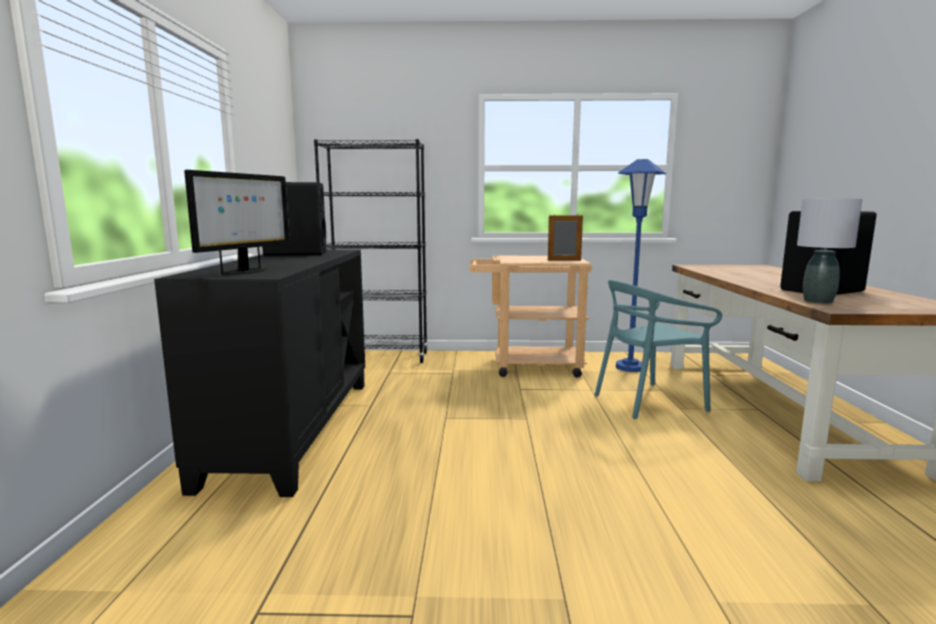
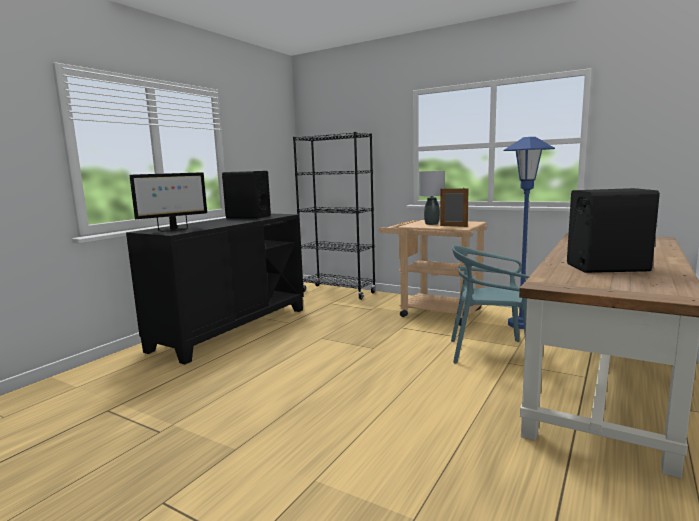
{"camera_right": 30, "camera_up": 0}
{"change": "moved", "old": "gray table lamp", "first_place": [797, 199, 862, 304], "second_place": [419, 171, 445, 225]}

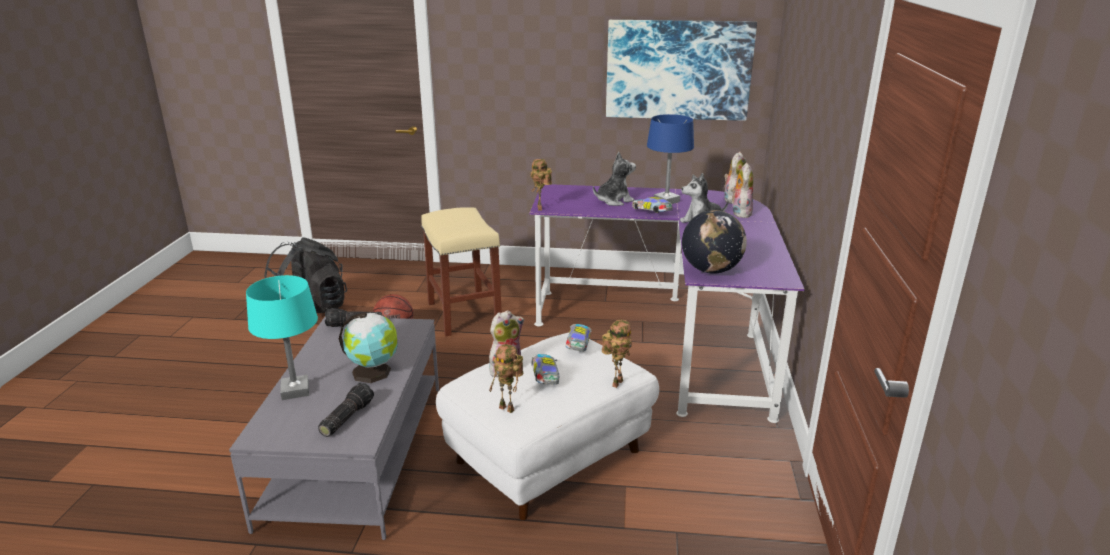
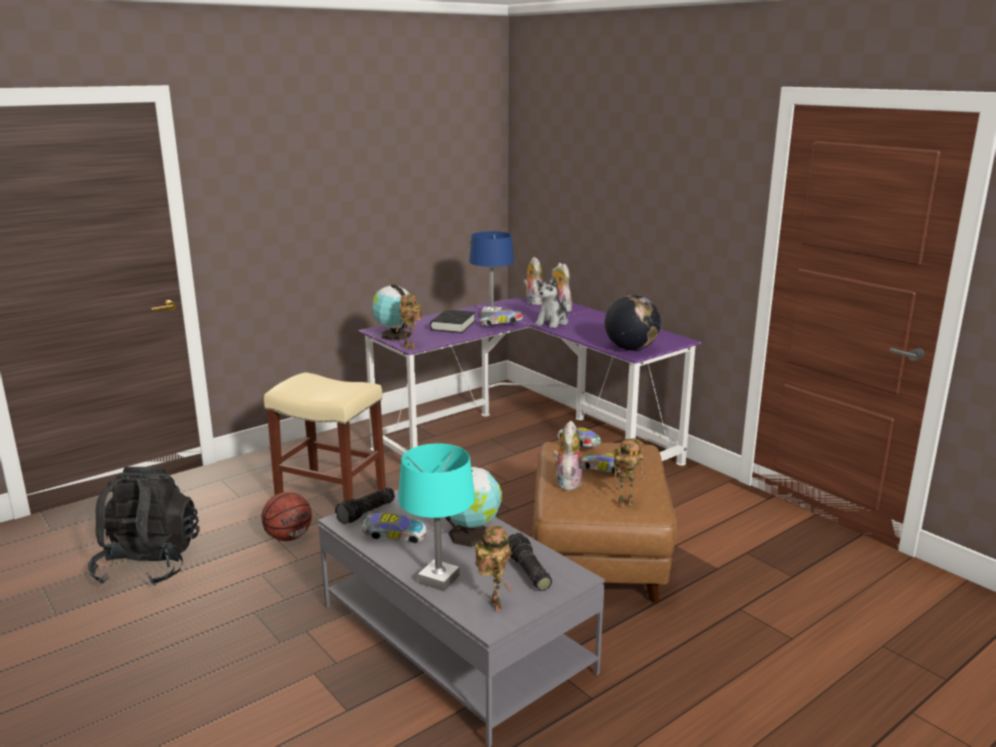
{"camera_right": -45, "camera_up": -5}
{"change": "recoloured", "old": "white-coloured pouffe", "new": "brown-coloured pouffe", "first_place": [436, 332, 659, 520], "second_place": [533, 442, 677, 603]}
{"change": "replaced", "old": "plush toy", "new": "black bound book", "first_place": [593, 152, 636, 206], "second_place": [430, 310, 475, 333]}
{"change": "moved", "old": "robot figure", "first_place": [602, 320, 632, 388], "second_place": [475, 525, 513, 611]}
{"change": "removed", "old": "wall art", "first_place": [606, 20, 757, 121]}
{"change": "added", "new": "miniature car", "second_place": [362, 513, 427, 543]}
{"change": "added", "new": "globe", "second_place": [372, 284, 411, 340]}

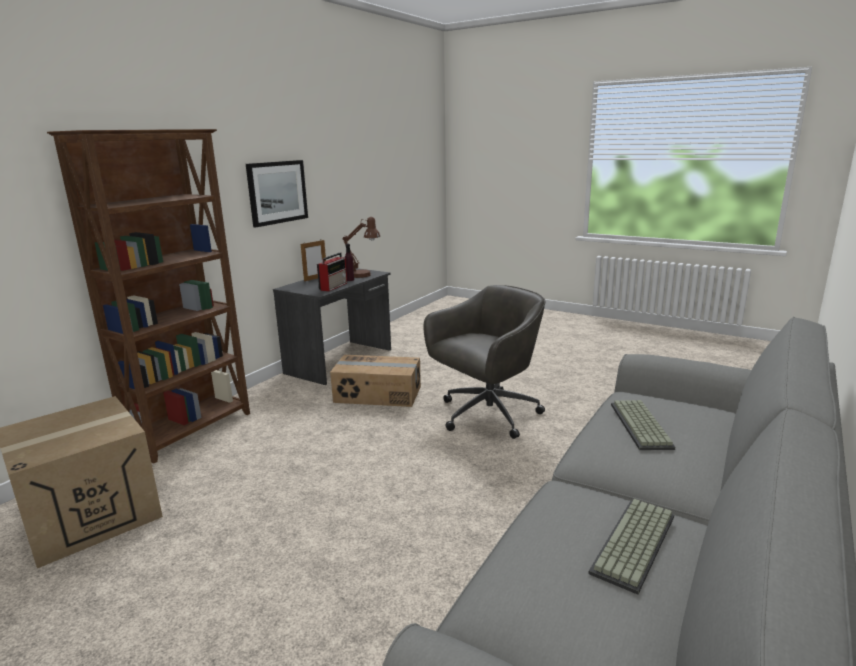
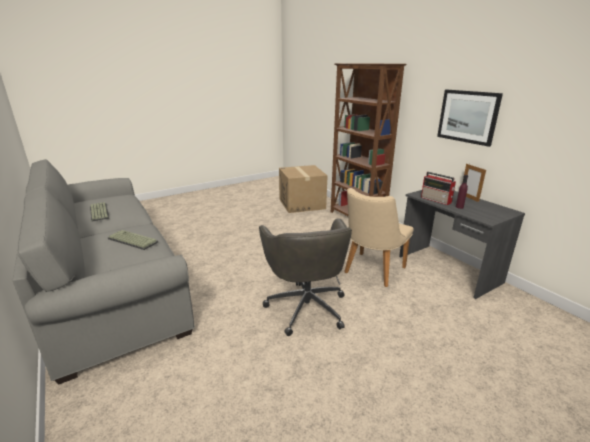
{"camera_right": 115, "camera_up": 5}
{"change": "replaced", "old": "cardboard box", "new": "beige-coloured upright chair", "first_place": [330, 355, 421, 407], "second_place": [344, 188, 414, 287]}
{"change": "removed", "old": "brown-coloured table lamp", "first_place": [343, 217, 380, 278]}

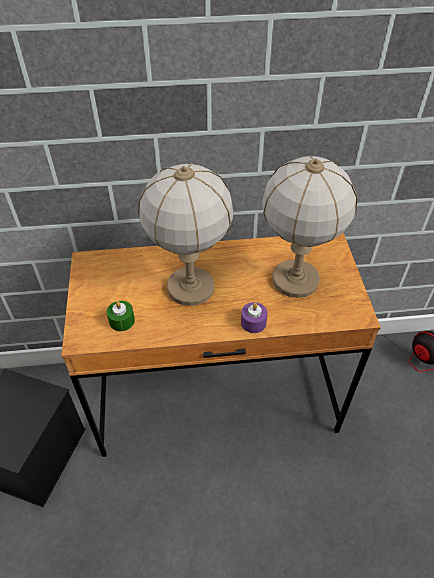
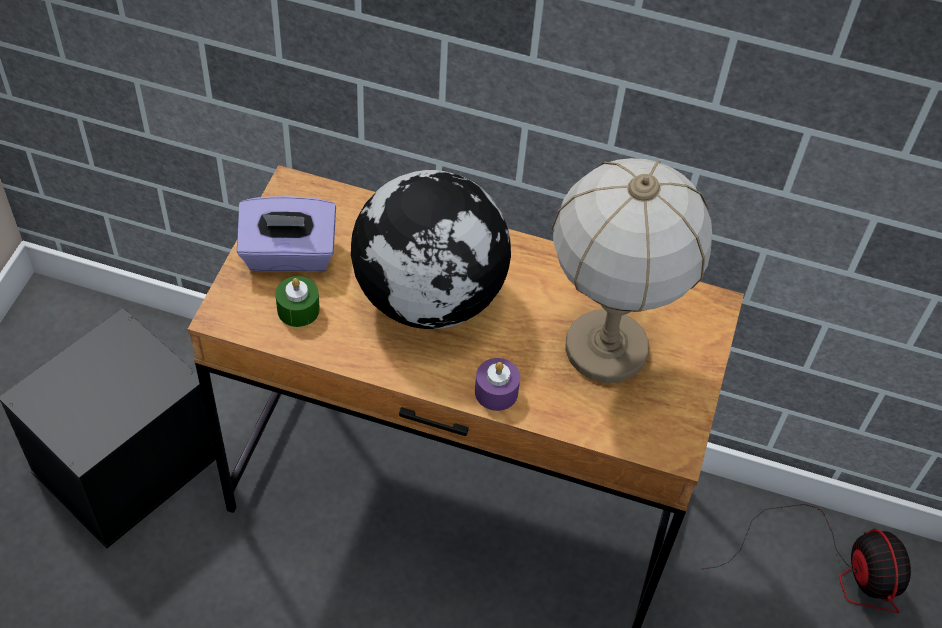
{"camera_right": 20, "camera_up": 5}
{"change": "replaced", "old": "table lamp", "new": "globe", "first_place": [138, 163, 233, 306], "second_place": [351, 170, 511, 329]}
{"change": "added", "new": "purplish tissue box", "second_place": [237, 196, 336, 272]}

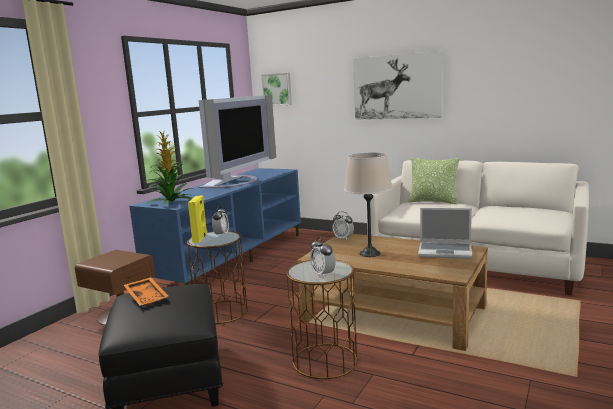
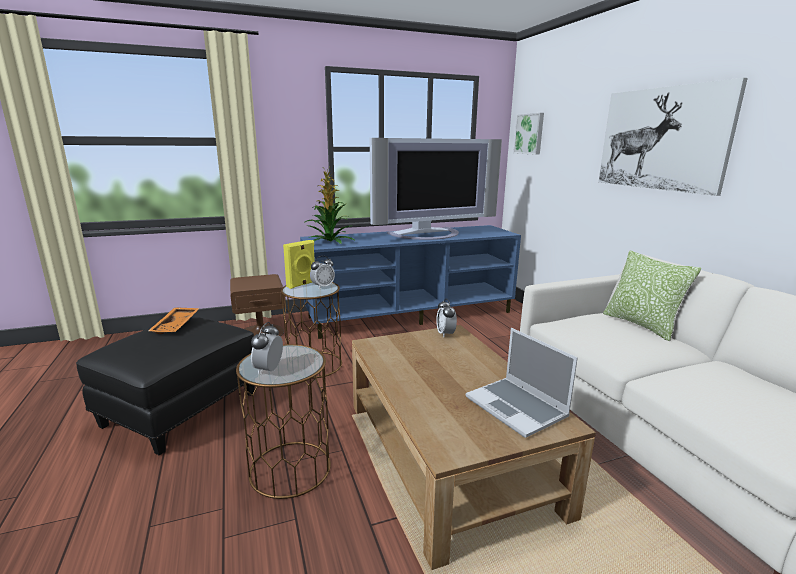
{"camera_right": 40, "camera_up": 5}
{"change": "removed", "old": "beige-coloured table lamp", "first_place": [344, 152, 393, 257]}

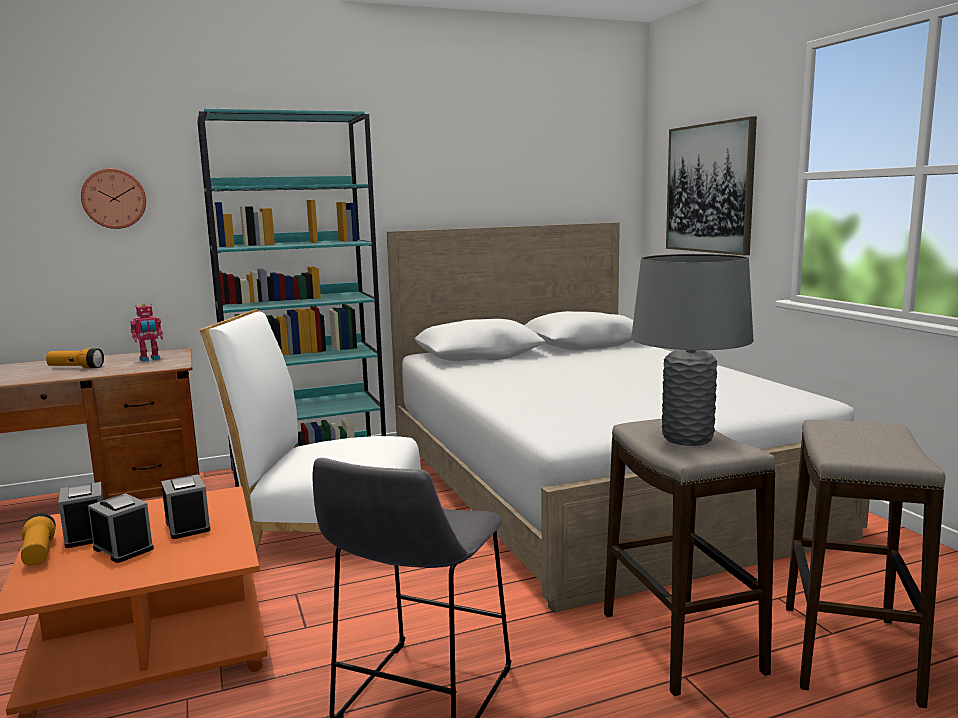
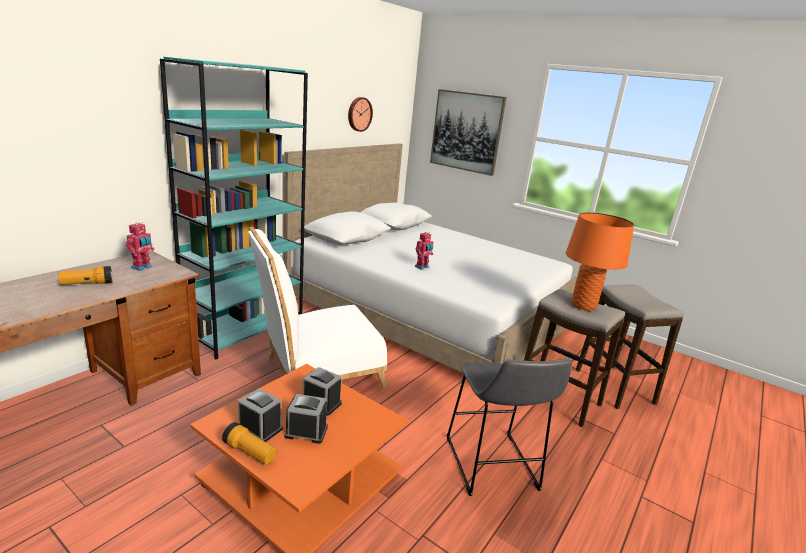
{"camera_right": -35, "camera_up": 10}
{"change": "moved", "old": "wall clock", "first_place": [81, 169, 146, 229], "second_place": [348, 97, 373, 132]}
{"change": "recoloured", "old": "gray table lamp", "new": "orangey table lamp", "first_place": [631, 254, 753, 446], "second_place": [566, 212, 634, 311]}
{"change": "added", "new": "robot figure", "second_place": [415, 232, 433, 270]}

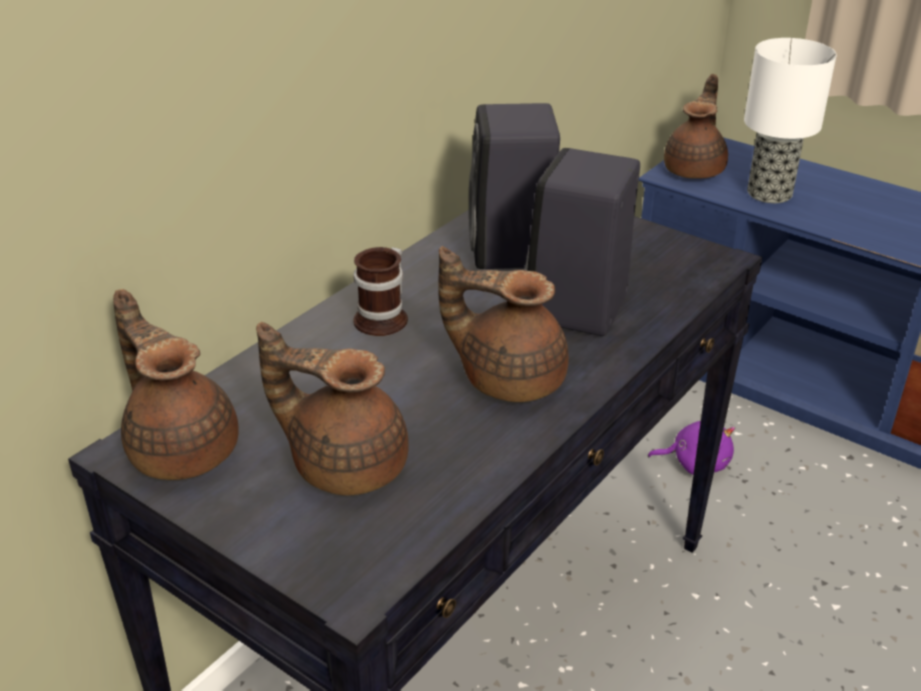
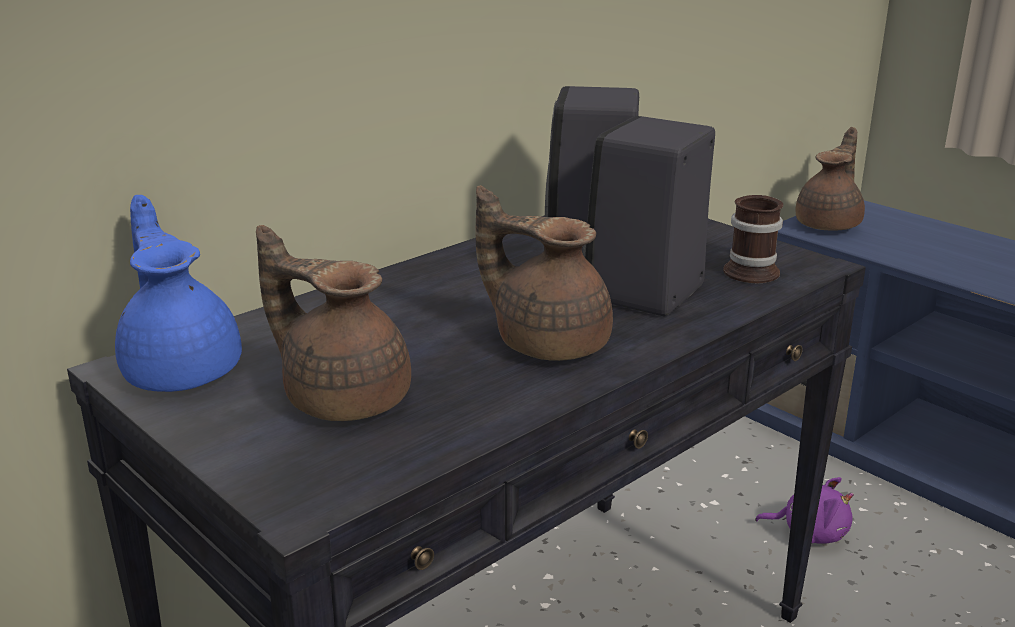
{"camera_right": 10, "camera_up": -10}
{"change": "recoloured", "old": "brown-coloured teapot", "new": "blue teapot", "first_place": [113, 289, 239, 480], "second_place": [115, 195, 242, 392]}
{"change": "moved", "old": "coffee mug", "first_place": [353, 247, 408, 336], "second_place": [723, 195, 783, 283]}
{"change": "removed", "old": "table lamp", "first_place": [744, 38, 837, 203]}

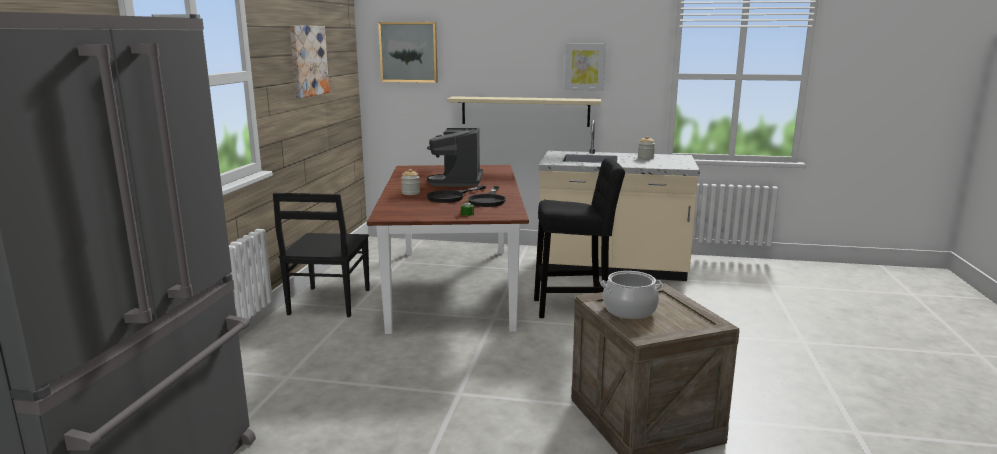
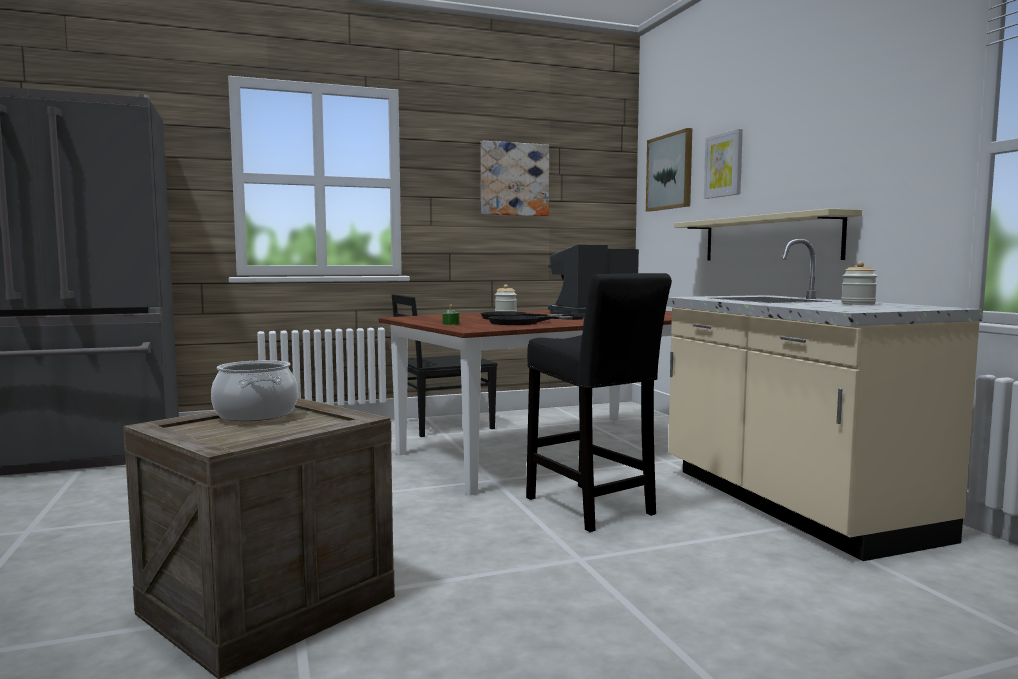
{"camera_right": 60, "camera_up": -10}
{"change": "moved", "old": "wall art", "first_place": [565, 44, 606, 91], "second_place": [704, 129, 743, 199]}

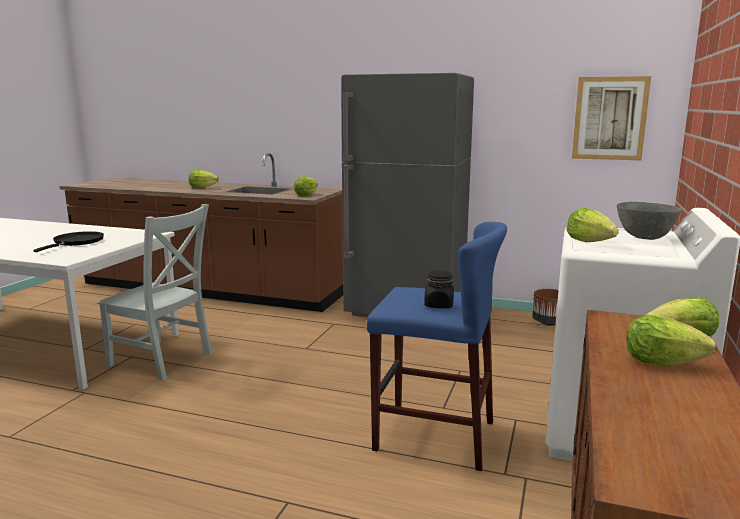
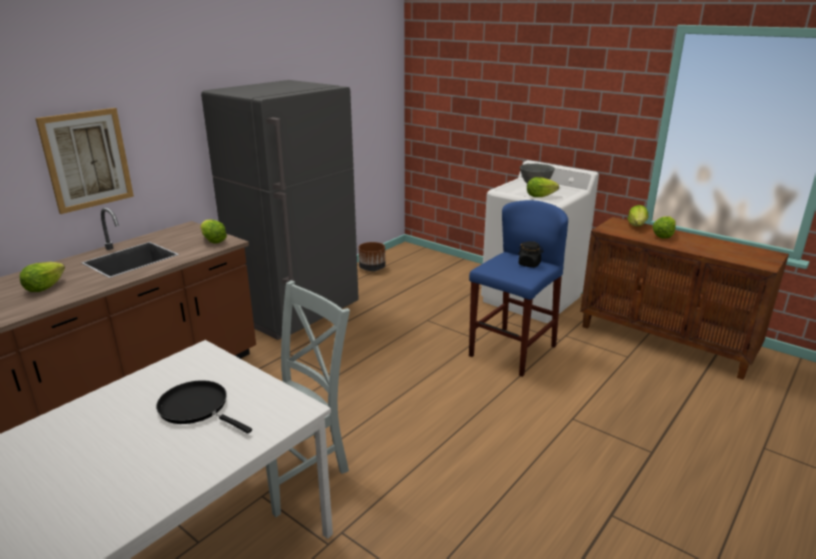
{"camera_right": -70, "camera_up": 10}
{"change": "moved", "old": "wall art", "first_place": [572, 76, 651, 160], "second_place": [35, 108, 134, 214]}

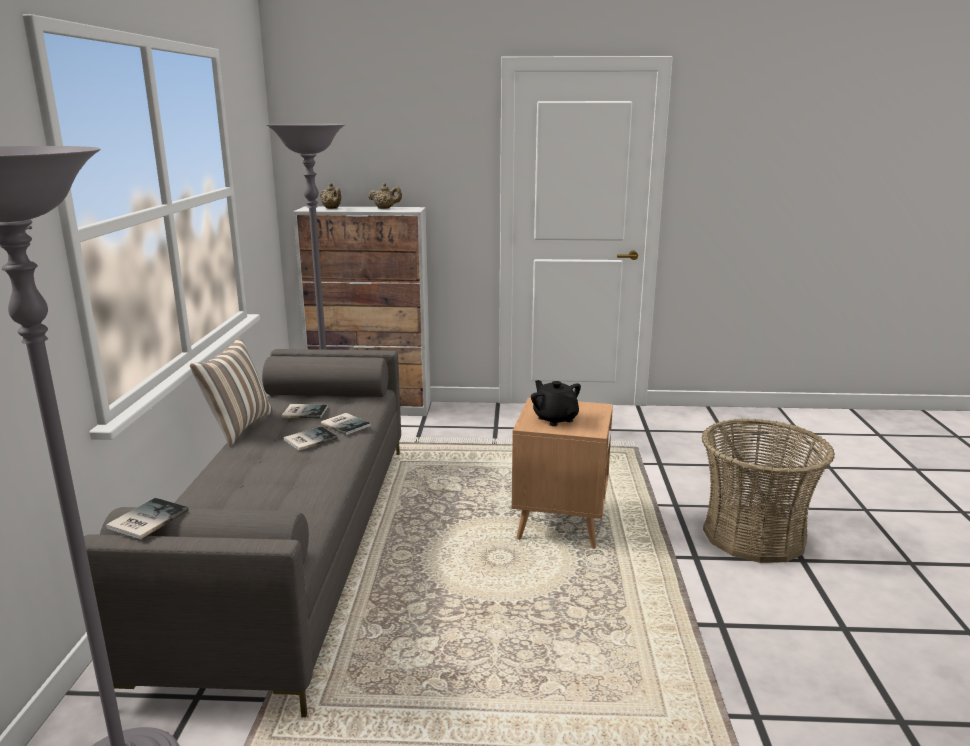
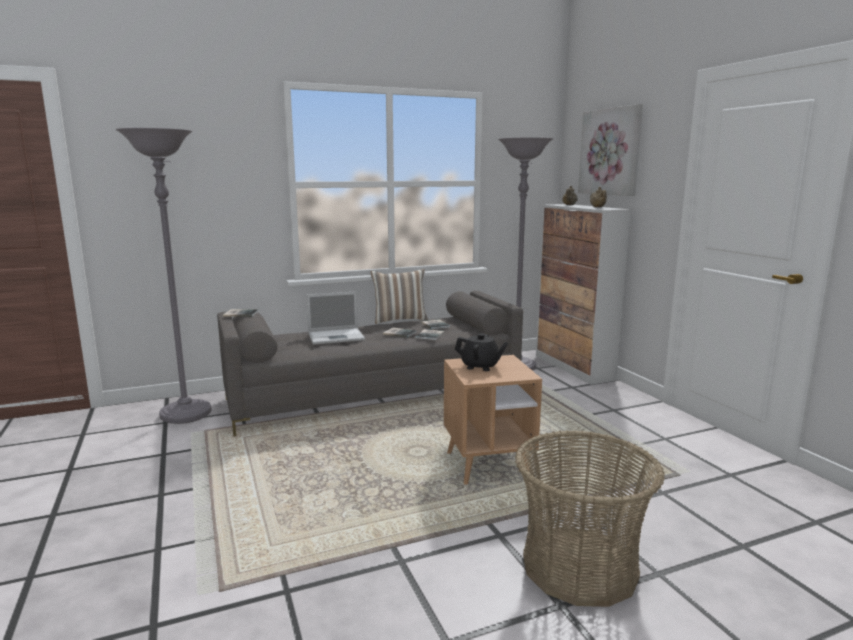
{"camera_right": 65, "camera_up": -5}
{"change": "turned", "old": "black teapot", "first_place": [531, 380, 581, 426], "second_place": [455, 334, 508, 371], "degrees": 75}
{"change": "added", "new": "notebook computer", "second_place": [306, 291, 365, 345]}
{"change": "added", "new": "wall art", "second_place": [578, 104, 643, 196]}

